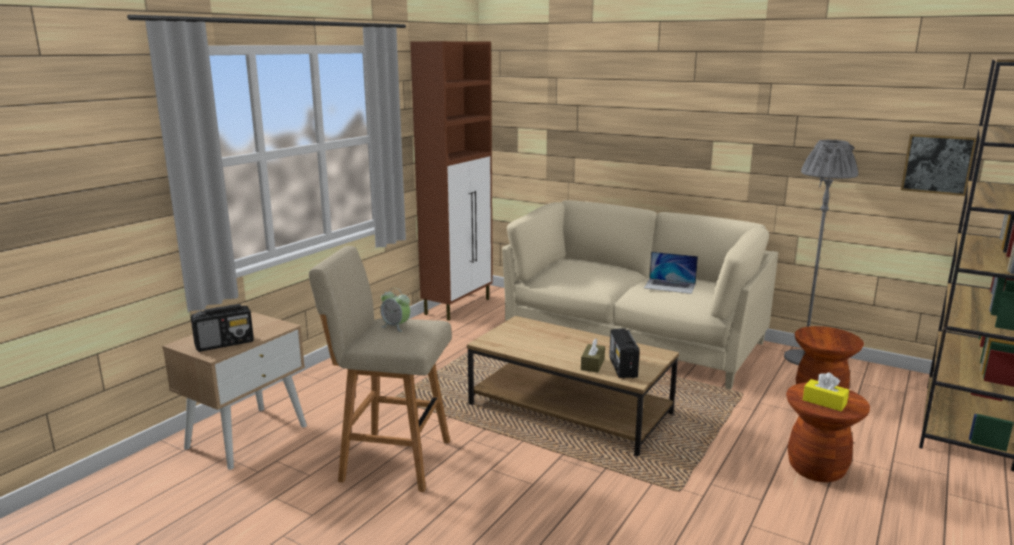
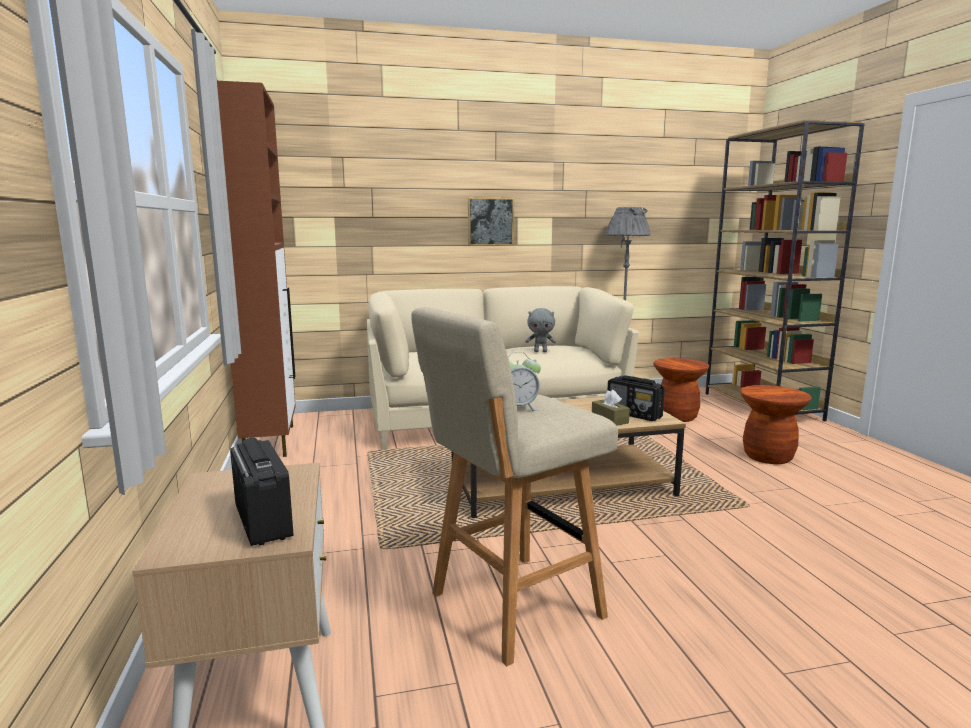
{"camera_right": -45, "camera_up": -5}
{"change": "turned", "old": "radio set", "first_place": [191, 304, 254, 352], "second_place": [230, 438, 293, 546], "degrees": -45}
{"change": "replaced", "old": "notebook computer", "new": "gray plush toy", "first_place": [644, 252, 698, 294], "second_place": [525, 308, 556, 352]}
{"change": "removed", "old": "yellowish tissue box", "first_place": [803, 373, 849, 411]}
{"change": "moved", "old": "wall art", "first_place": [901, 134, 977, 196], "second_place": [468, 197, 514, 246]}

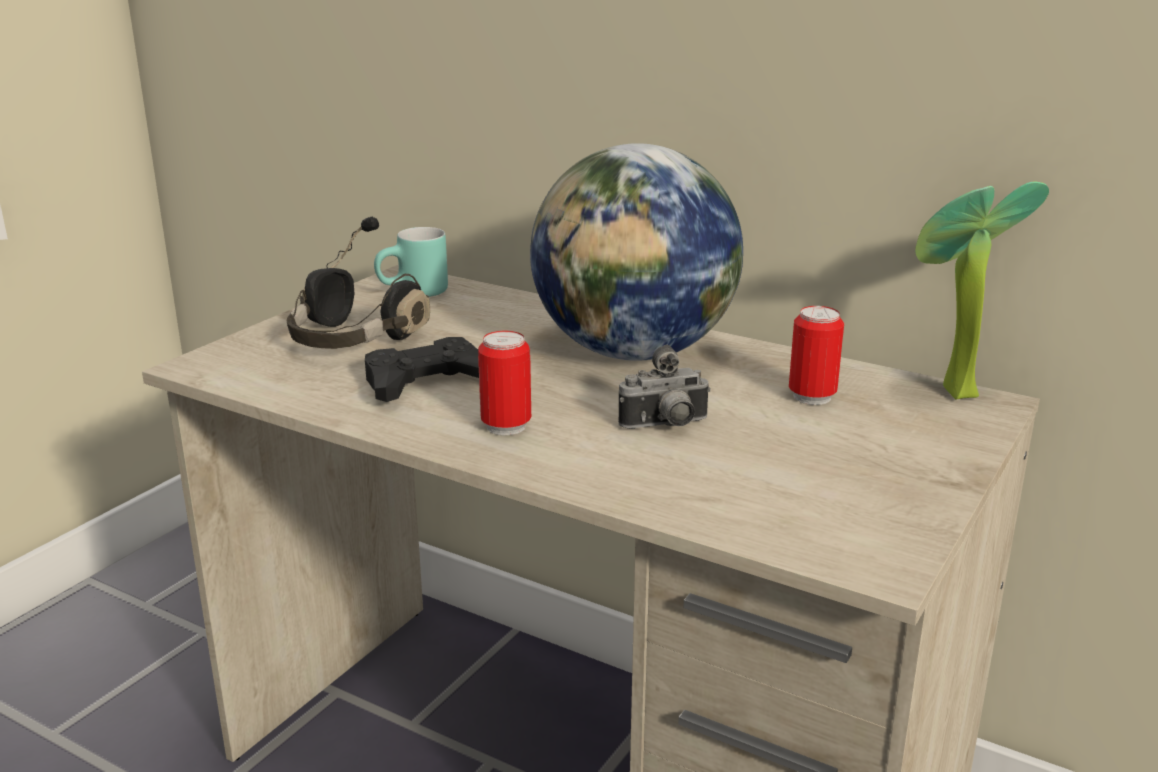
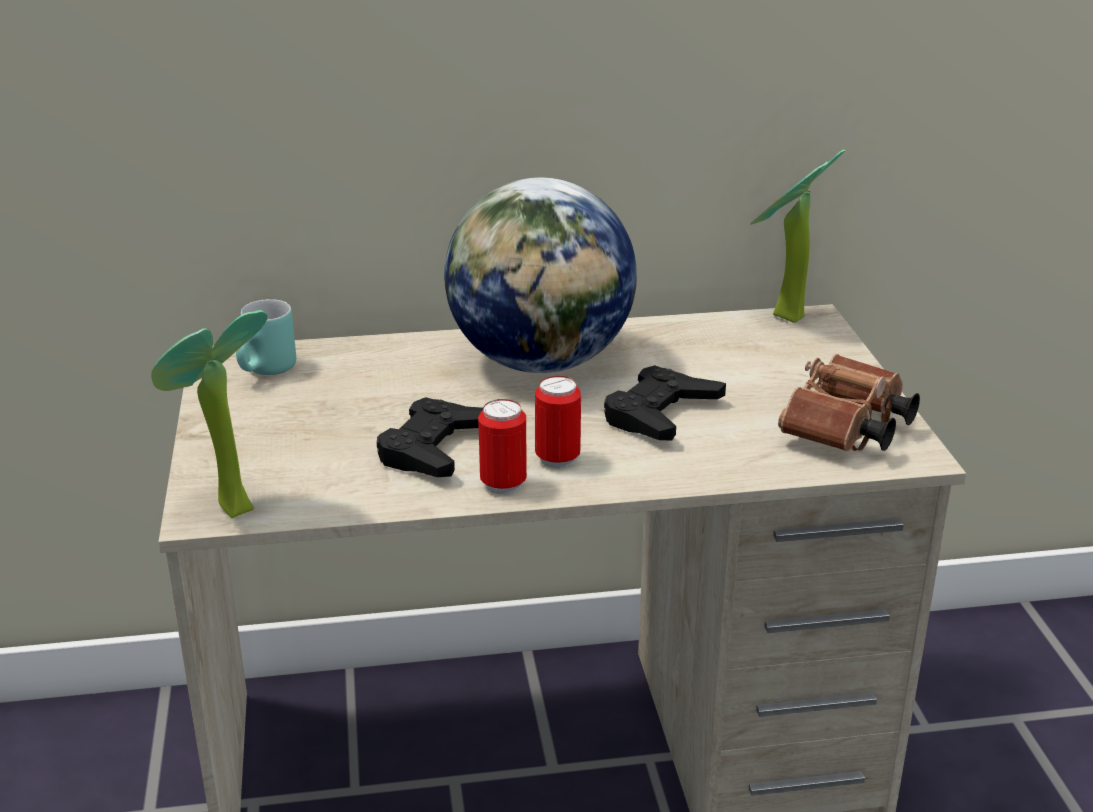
{"camera_right": -40, "camera_up": 5}
{"change": "removed", "old": "black headset", "first_place": [287, 217, 430, 349]}
{"change": "replaced", "old": "photo camera", "new": "black gamepad", "first_place": [618, 345, 711, 429], "second_place": [604, 365, 726, 440]}
{"change": "moved", "old": "sealed can", "first_place": [789, 306, 844, 405], "second_place": [478, 399, 527, 495]}
{"change": "added", "new": "houseplant", "second_place": [151, 310, 267, 518]}
{"change": "added", "new": "brown-coloured field glasses", "second_place": [778, 354, 920, 452]}

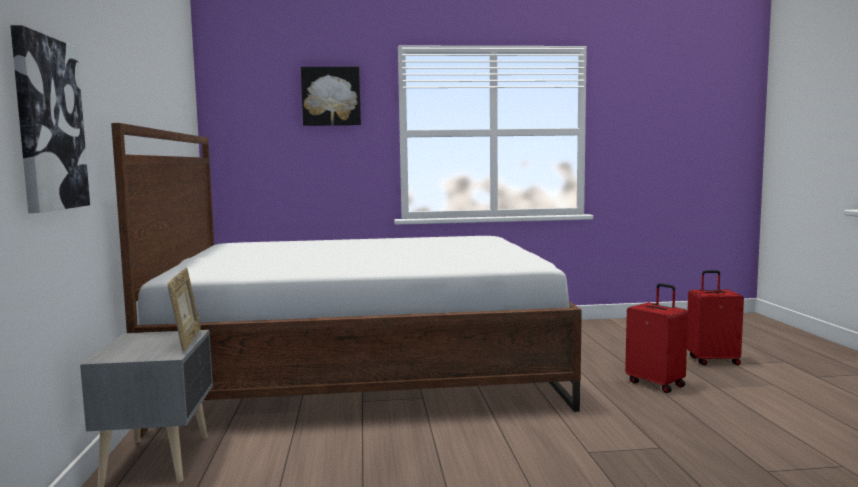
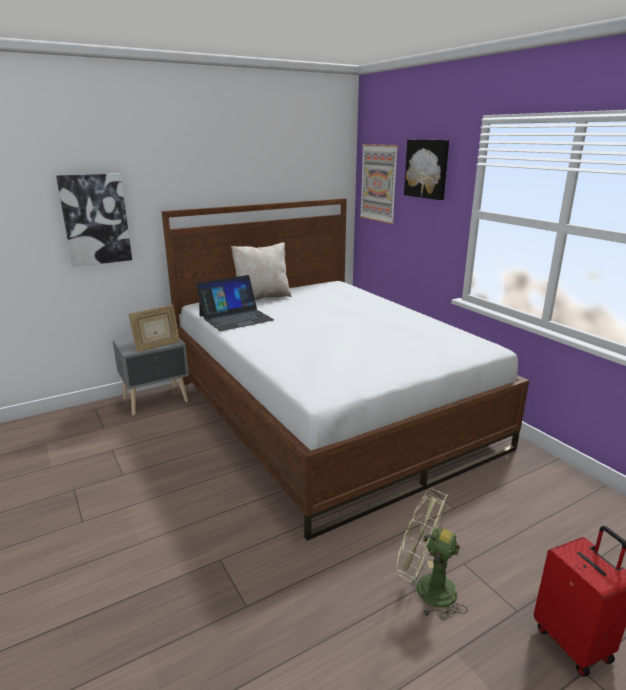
{"camera_right": 65, "camera_up": 15}
{"change": "replaced", "old": "reddish piece of luggage", "new": "green-coloured cooling fan", "first_place": [625, 283, 688, 393], "second_place": [396, 488, 468, 621]}
{"change": "added", "new": "notebook computer", "second_place": [196, 275, 274, 331]}
{"change": "added", "new": "beige-coloured throw pillow", "second_place": [231, 242, 292, 300]}
{"change": "added", "new": "wall art", "second_place": [360, 144, 399, 224]}

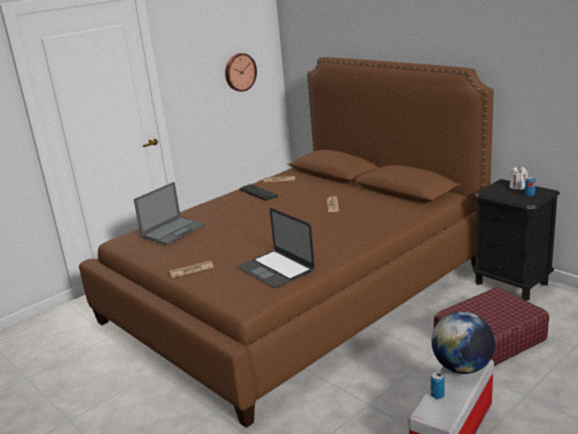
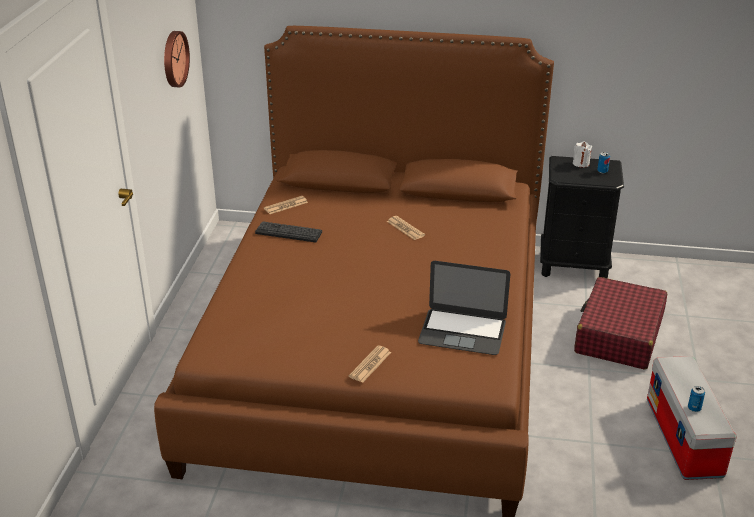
{"camera_right": -40, "camera_up": 10}
{"change": "removed", "old": "notebook computer", "first_place": [134, 182, 206, 245]}
{"change": "removed", "old": "globe", "first_place": [432, 312, 495, 374]}

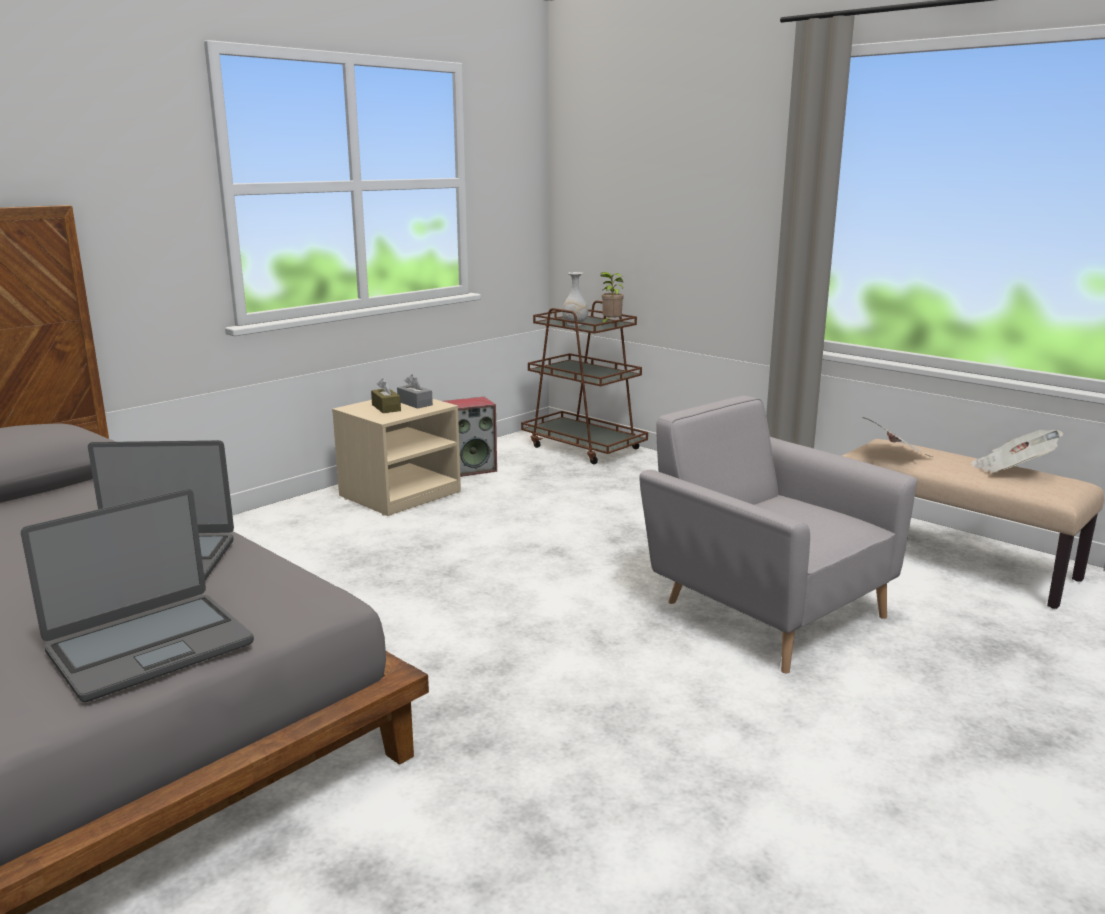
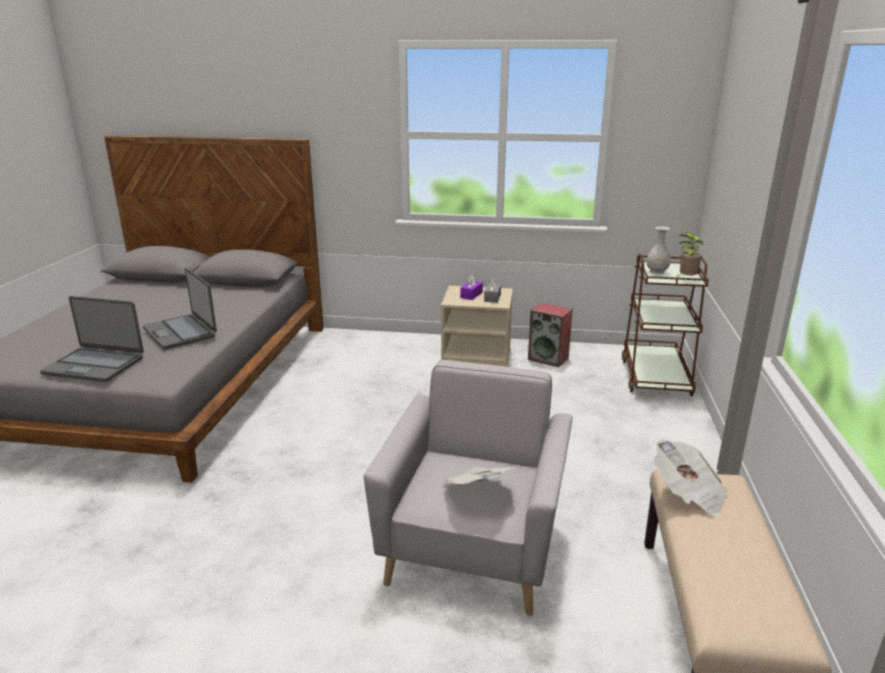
{"camera_right": 55, "camera_up": 5}
{"change": "recoloured", "old": "brown-coloured tissue box", "new": "purplish tissue box", "first_place": [371, 378, 401, 413], "second_place": [460, 275, 483, 300]}
{"change": "moved", "old": "daily paper", "first_place": [971, 430, 1064, 473], "second_place": [443, 467, 515, 484]}

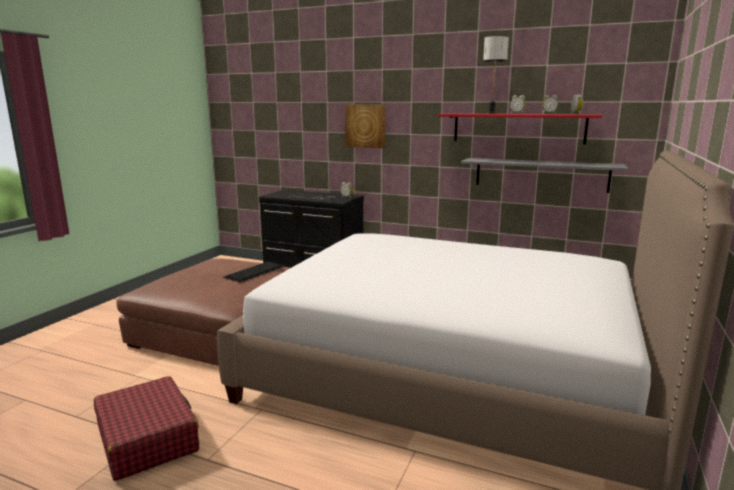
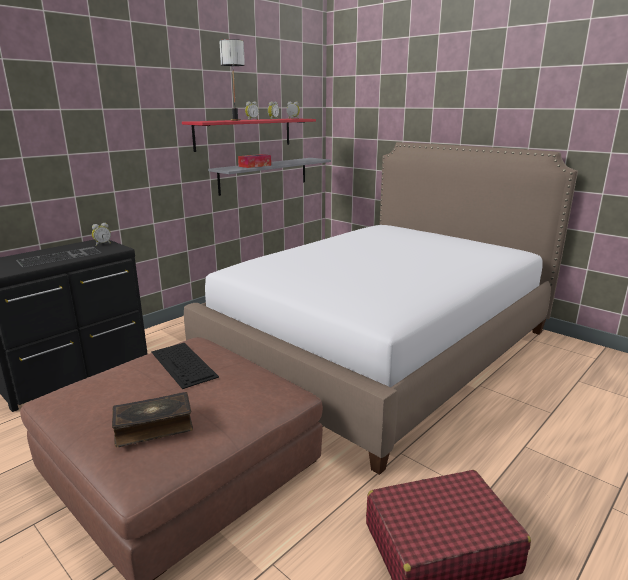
{"camera_right": -70, "camera_up": 5}
{"change": "removed", "old": "wall art", "first_place": [345, 104, 385, 148]}
{"change": "added", "new": "bound book", "second_place": [112, 392, 193, 447]}
{"change": "added", "new": "tissue box", "second_place": [238, 154, 271, 168]}

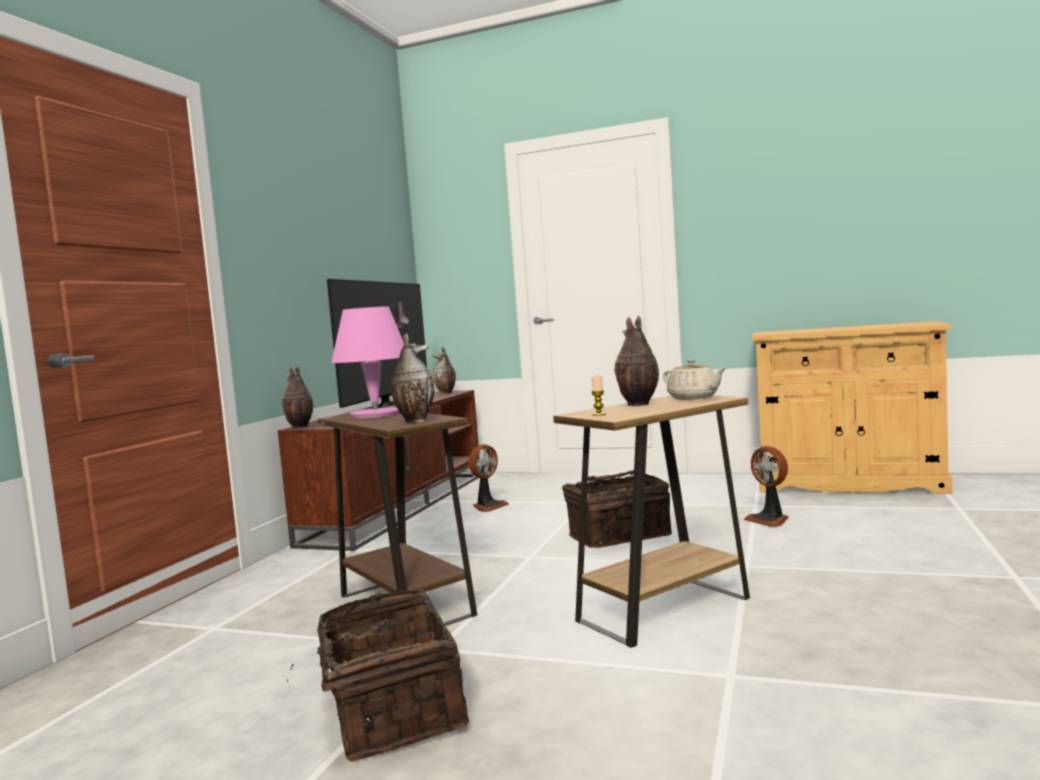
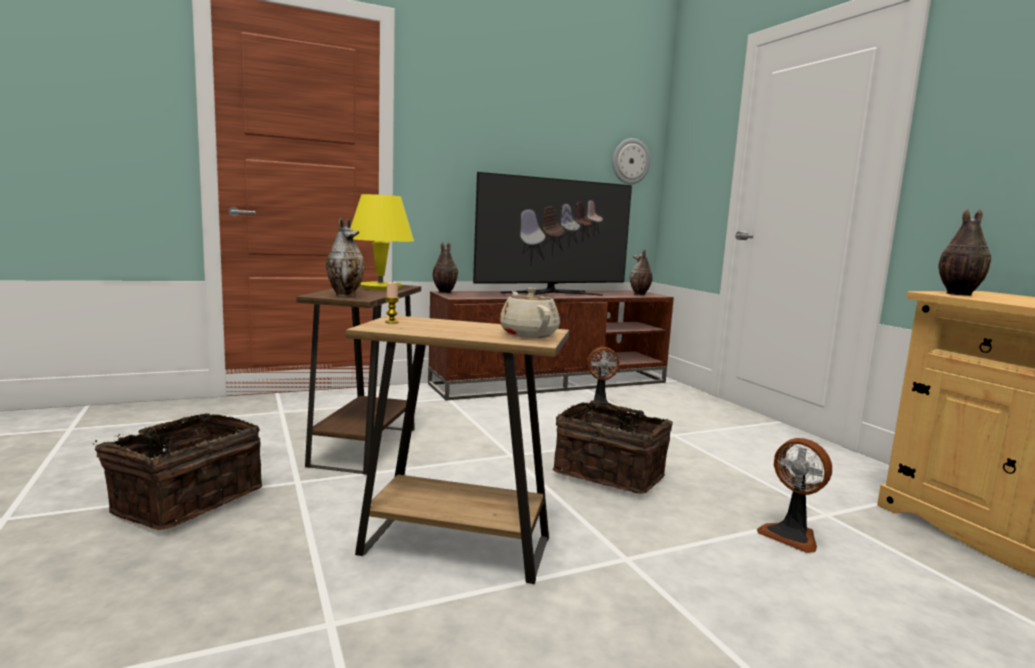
{"camera_right": 45, "camera_up": 5}
{"change": "recoloured", "old": "pink-coloured table lamp", "new": "yellowish table lamp", "first_place": [331, 306, 404, 418], "second_place": [350, 194, 414, 290]}
{"change": "moved", "old": "vase", "first_place": [614, 316, 659, 406], "second_place": [938, 209, 991, 296]}
{"change": "turned", "old": "beige-coloured teapot", "first_place": [663, 359, 726, 400], "second_place": [499, 288, 560, 338], "degrees": 150}
{"change": "turned", "old": "cooling fan", "first_place": [744, 446, 788, 527], "second_place": [757, 438, 832, 553], "degrees": -60}
{"change": "added", "new": "wall clock", "second_place": [613, 138, 650, 185]}

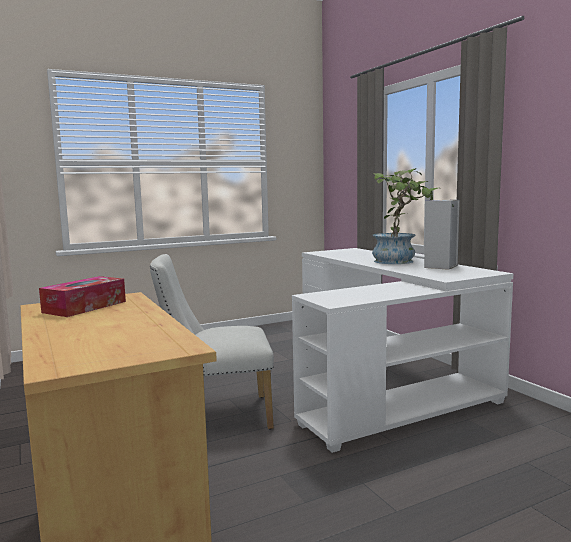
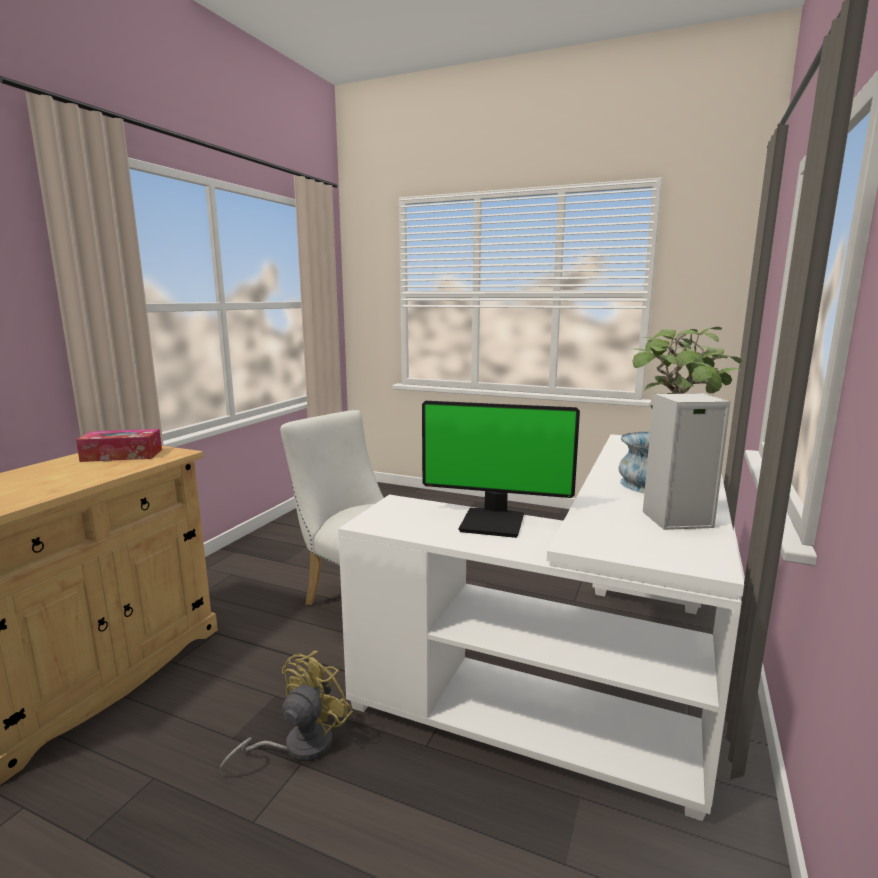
{"camera_right": 50, "camera_up": 5}
{"change": "added", "new": "yellowish cooling fan", "second_place": [220, 651, 353, 775]}
{"change": "added", "new": "monitor", "second_place": [422, 401, 580, 538]}

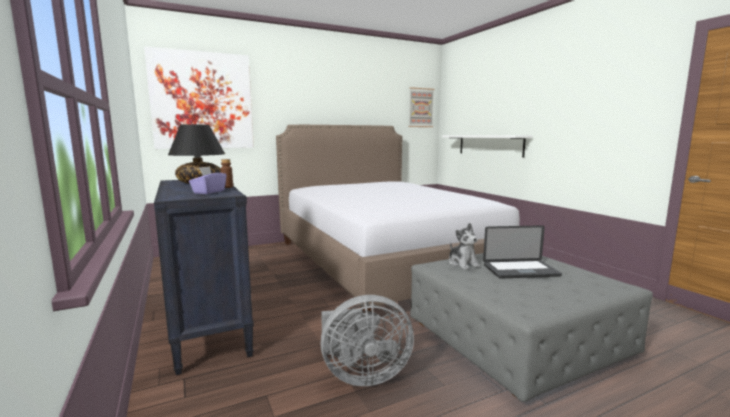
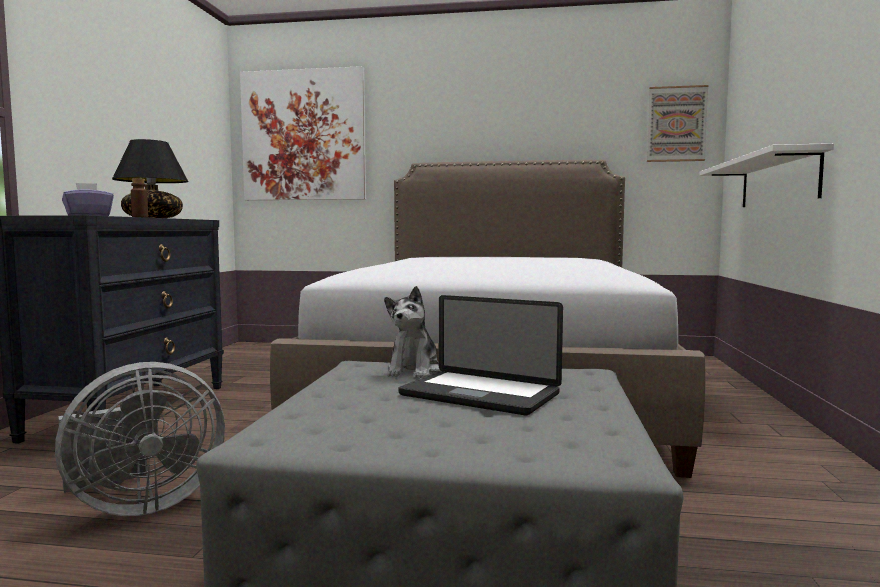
{"camera_right": 35, "camera_up": -5}
{"change": "turned", "old": "gray cooling fan", "first_place": [321, 295, 414, 386], "second_place": [55, 362, 225, 516], "degrees": -60}

